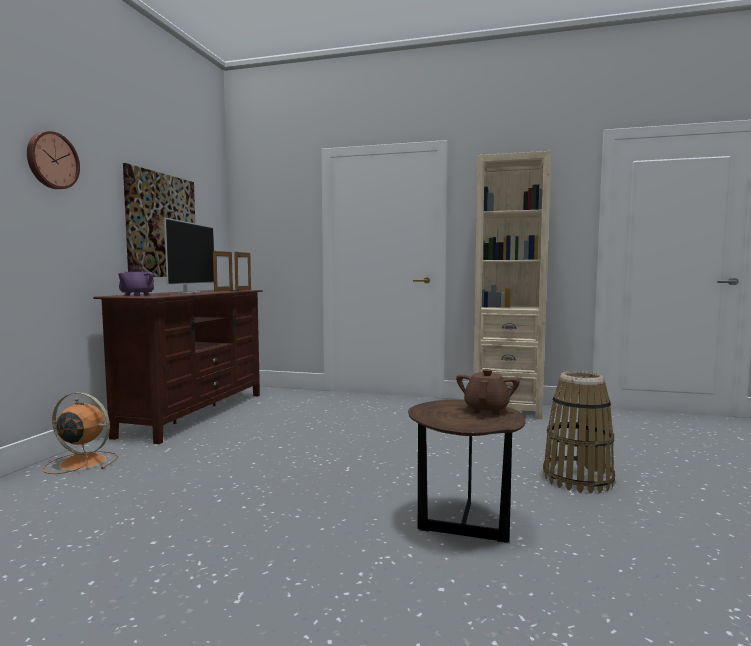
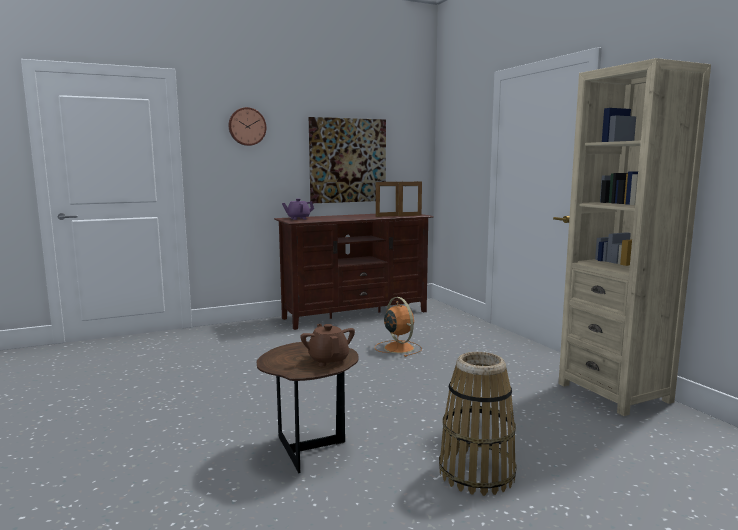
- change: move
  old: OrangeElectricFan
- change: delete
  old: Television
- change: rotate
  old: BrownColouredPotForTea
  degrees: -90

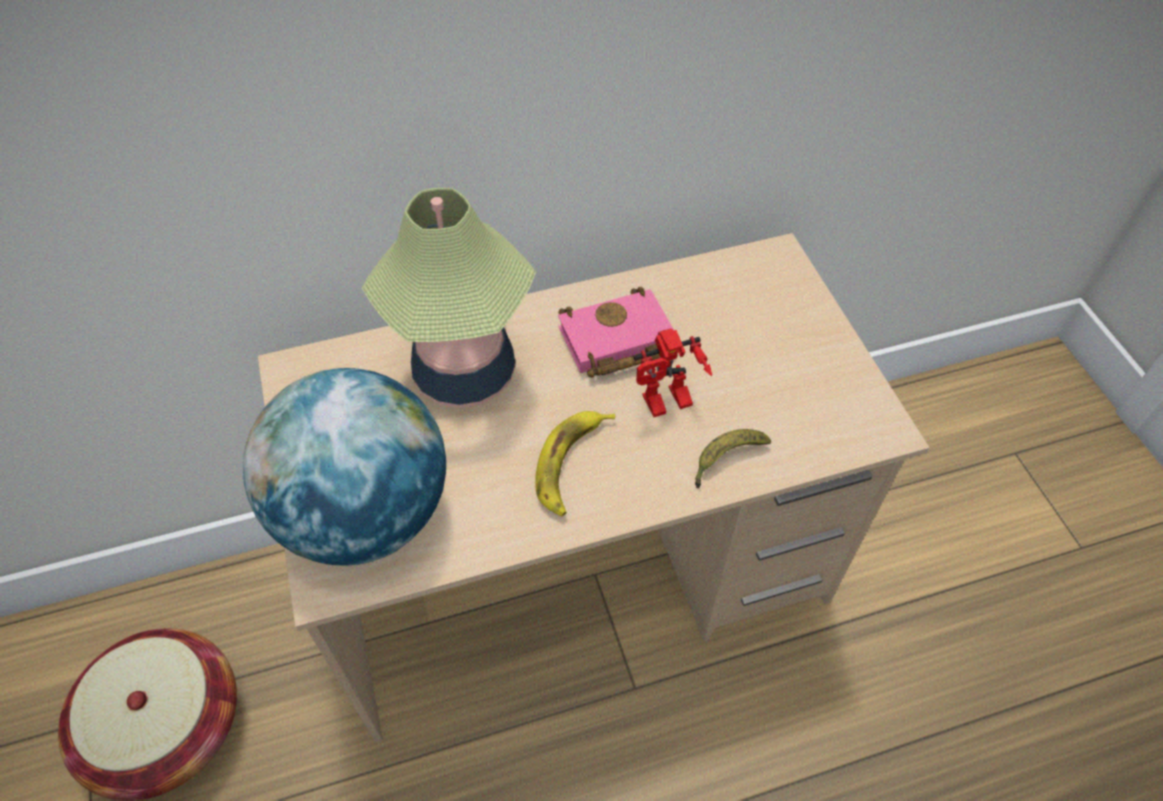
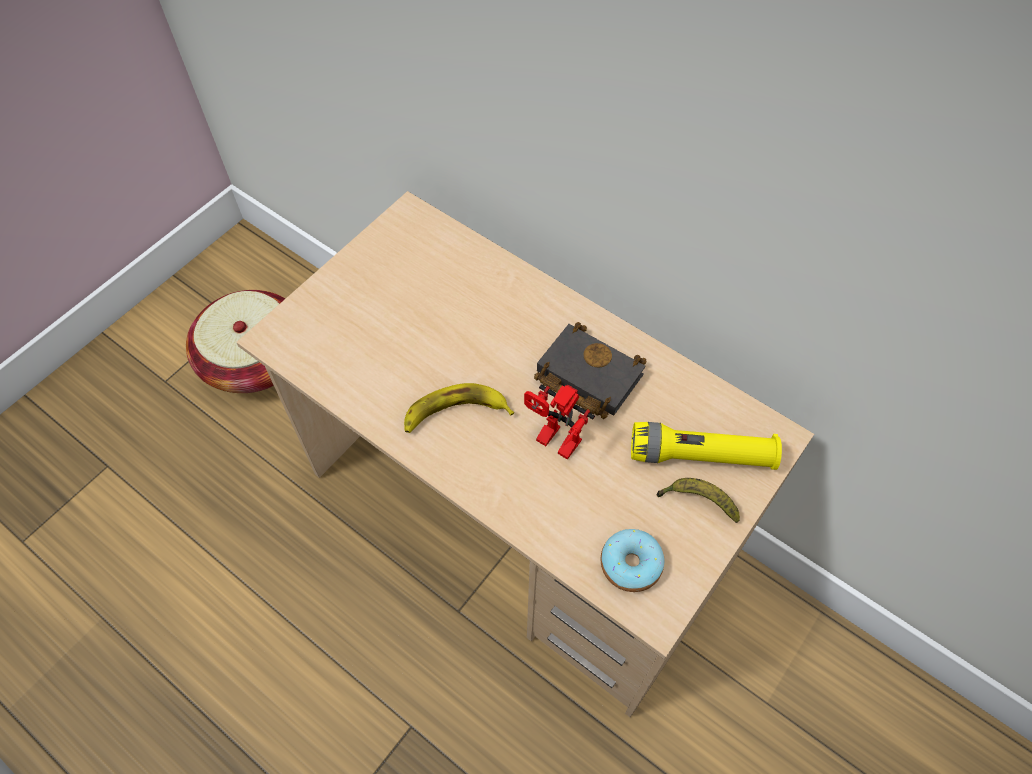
- change: delete
  old: DeskGlobe
- change: delete
  old: TabletopLamp
- change: recolor
  old: PinkishBook
  new: BlackishBook
- change: move
  old: WholeBanana (2nd from left)
- change: insert
  new: Donut
- change: insert
  new: YellowishHandTorch

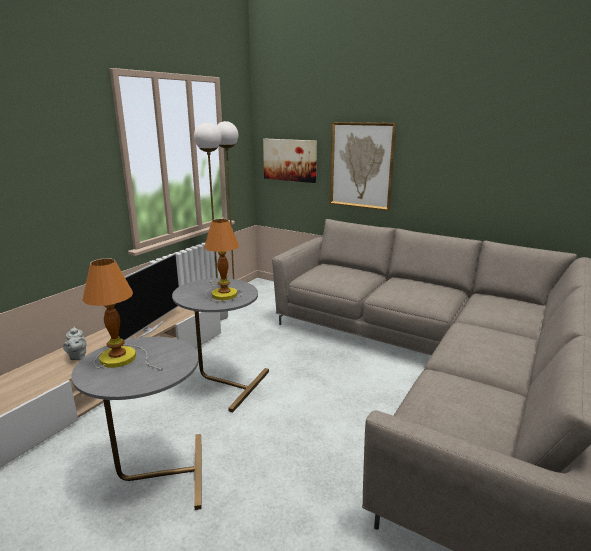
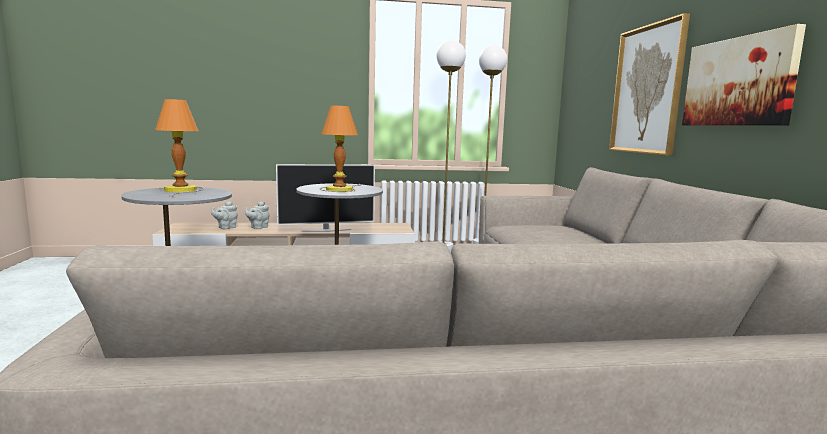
- change: move
  old: Picture (1st from left in the first image)
  new: Picture (2nd from left)
- change: insert
  new: GreyishPotForTea (1st from left)

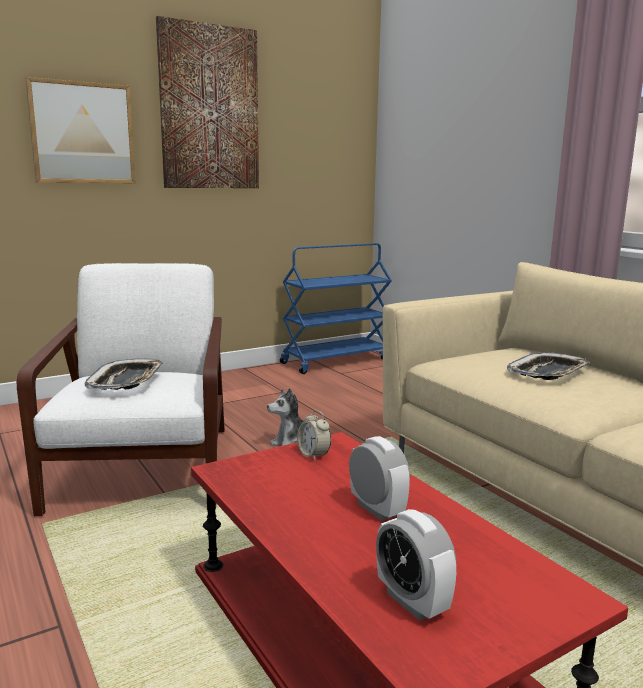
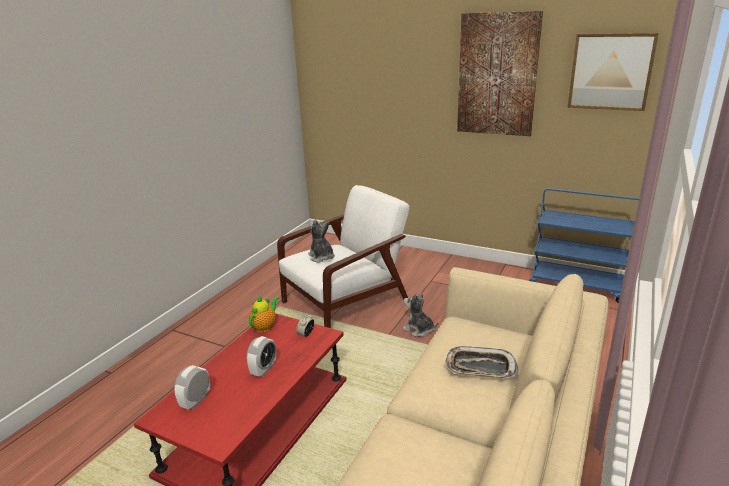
- change: move
  old: Picture (1st from left in the first image)
  new: Picture (2nd from left)
- change: replace
  old: ServingTray (1st from left)
  new: PlushToy (1st from left)
- change: insert
  new: PotForTea

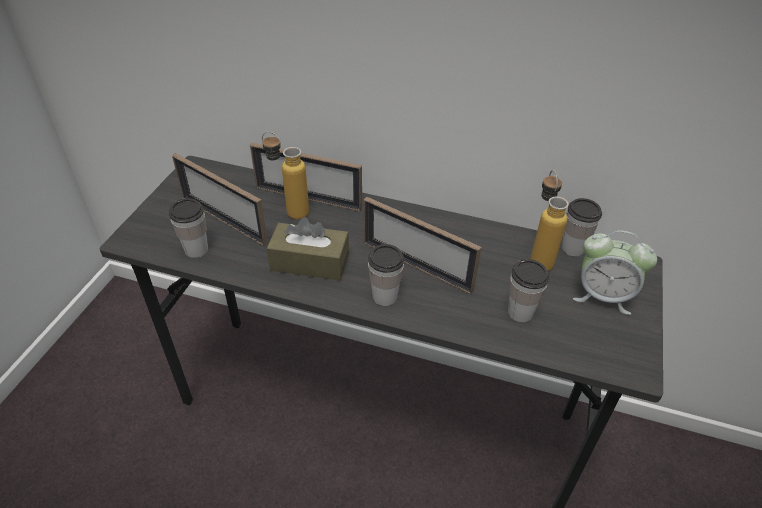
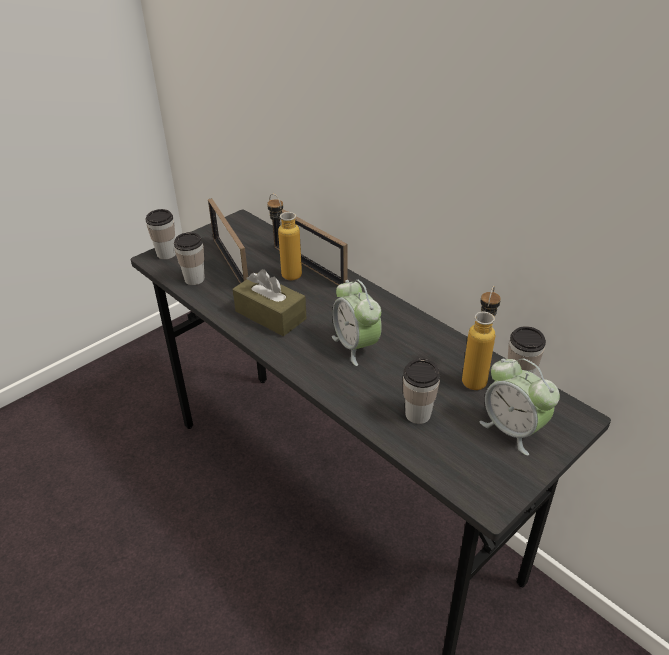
- change: replace
  old: PictureFrame (3rd from left)
  new: TableClock (1st from left)
- change: move
  old: SmallCup (2nd from left in the first image)
  new: SmallCup (1st from left)

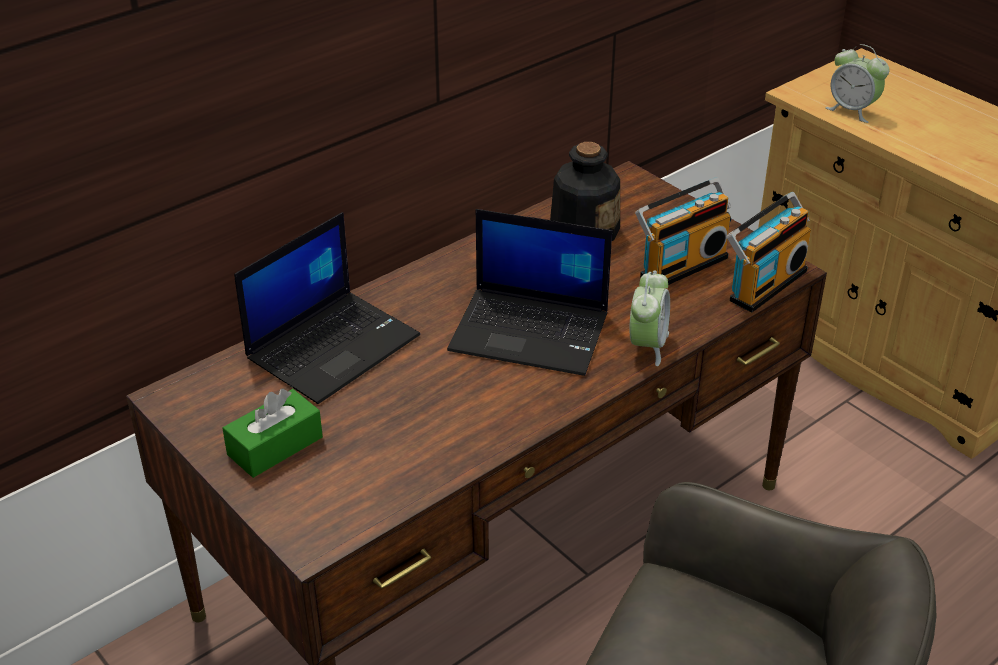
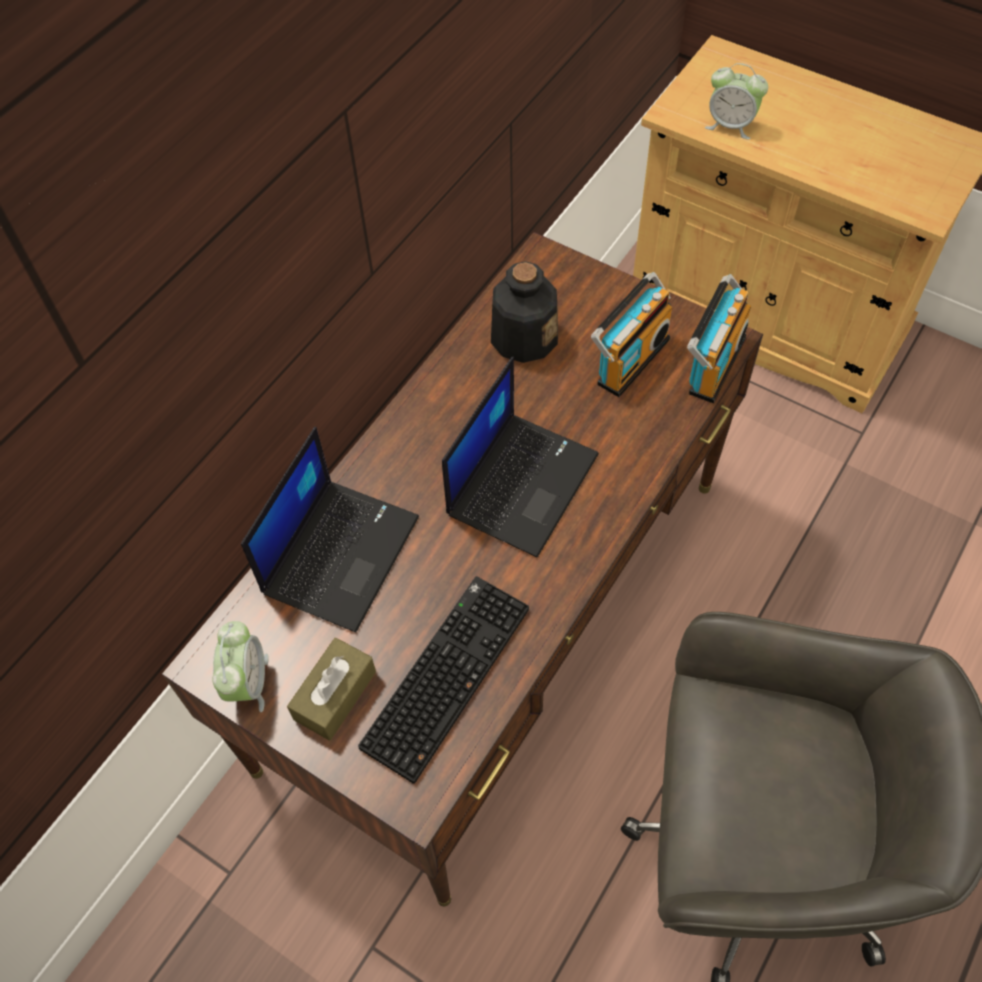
- change: recolor
  old: GreenishBoxOfTissues
  new: BrownColouredBoxOfTissues
- change: rotate
  old: Laptop (2nd from left)
  degrees: -60
- change: move
  old: TableClock (1st from left)
- change: insert
  new: Keyboard

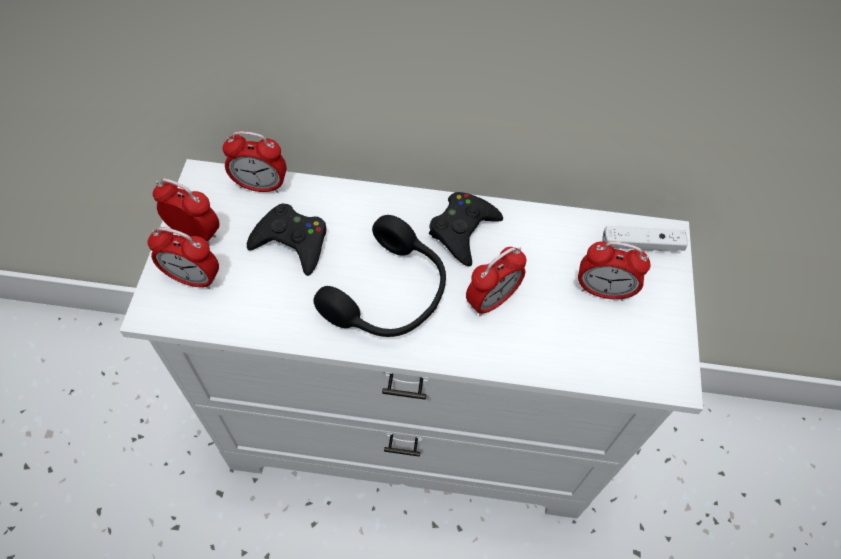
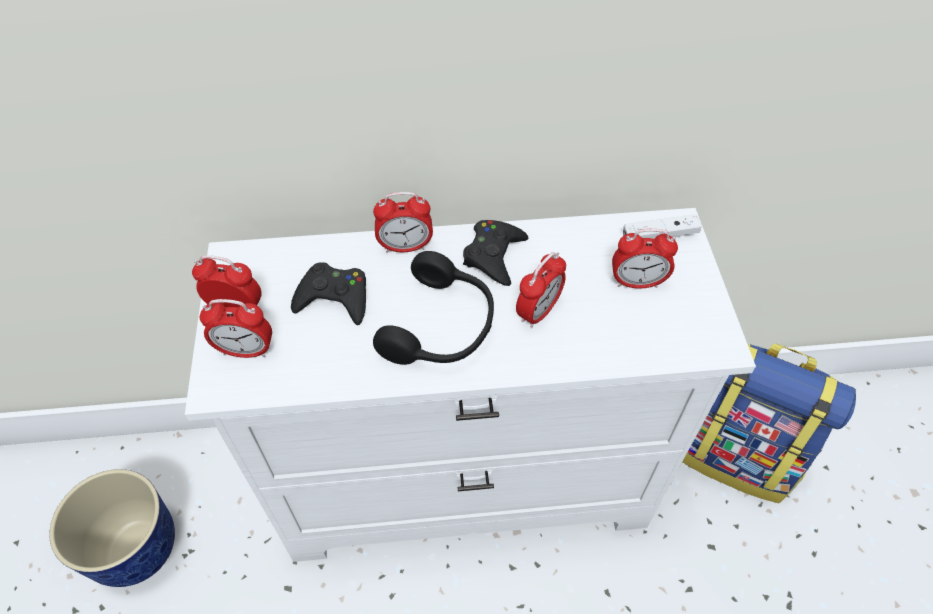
- change: move
  old: TableClock (3rd from left)
- change: insert
  new: Planter
- change: insert
  new: Backpack

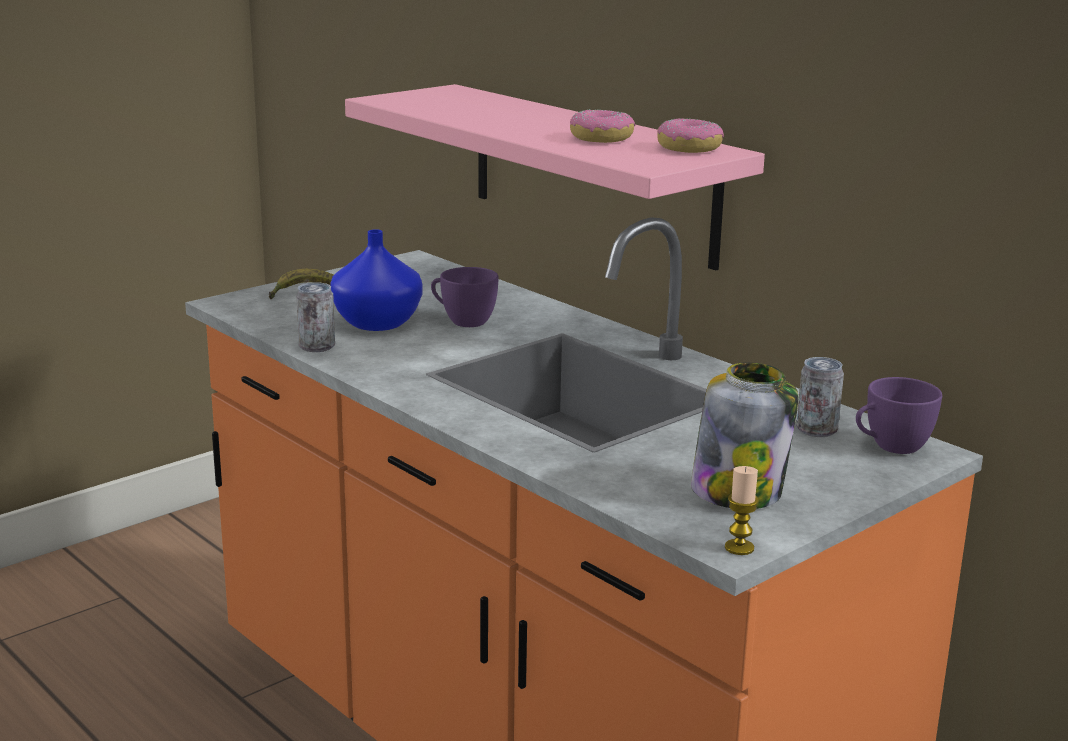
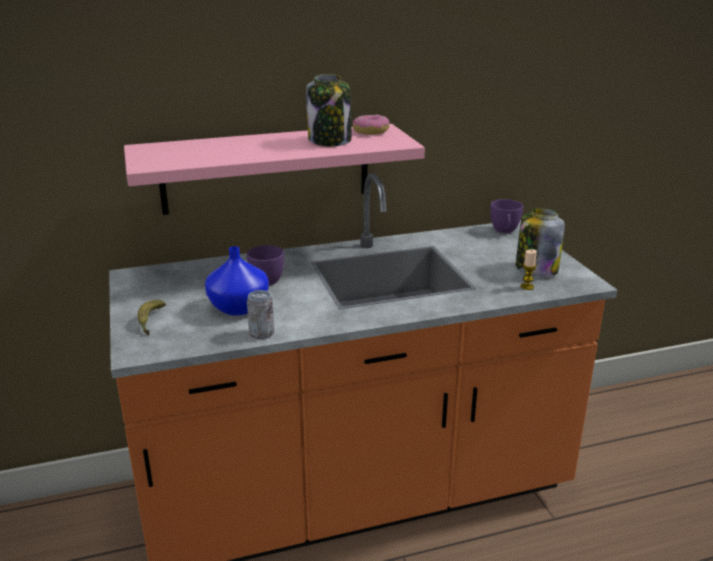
- change: replace
  old: Donut (1st from left)
  new: Jar (1st from left)
- change: move
  old: WaxLight
- change: delete
  old: Can (2nd from left)

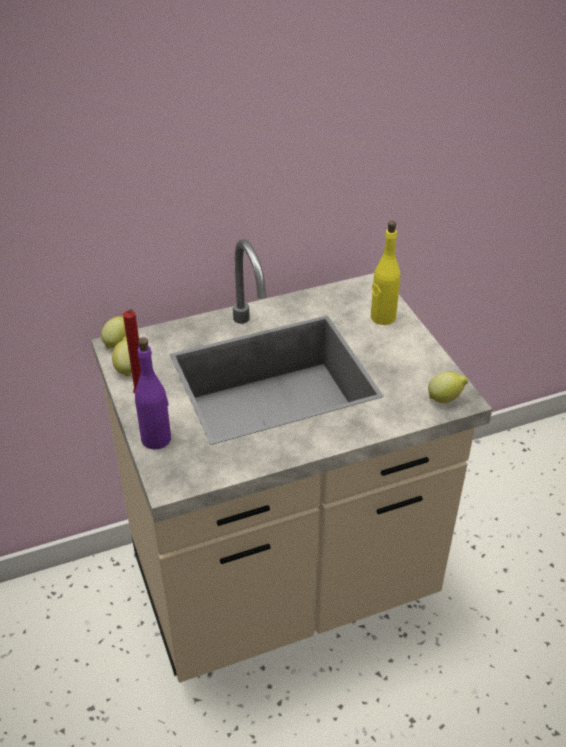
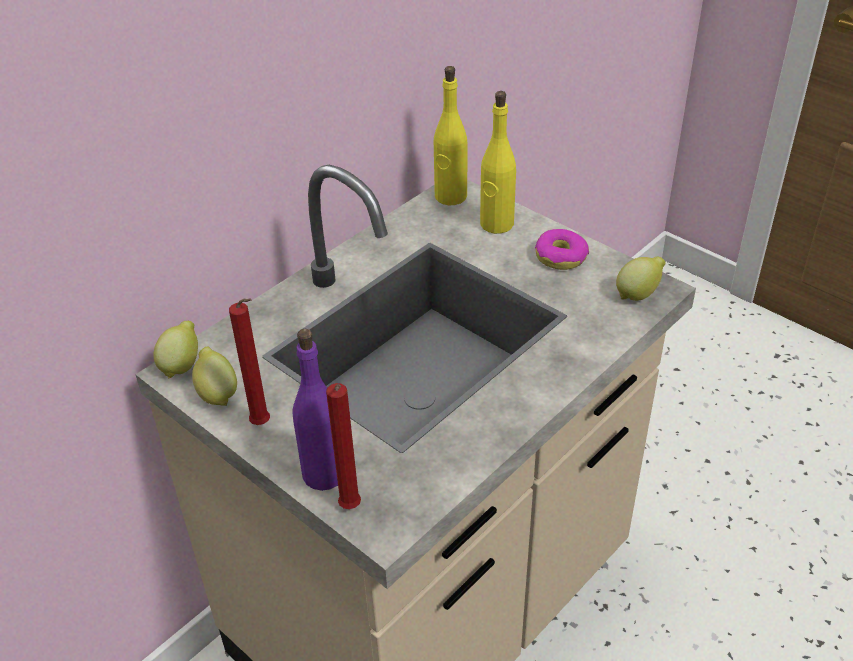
- change: insert
  new: RedWaxLight (2nd from left)
- change: insert
  new: YellowishBottle (1st from left)
- change: insert
  new: Donut

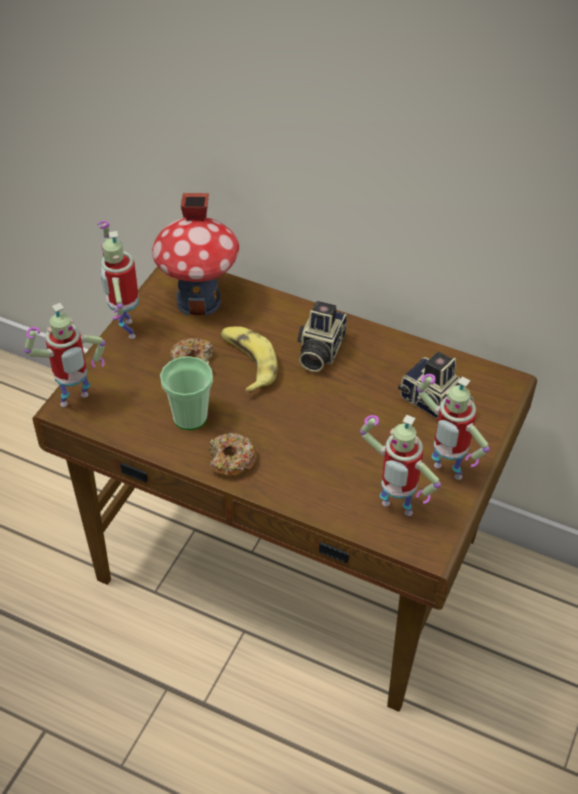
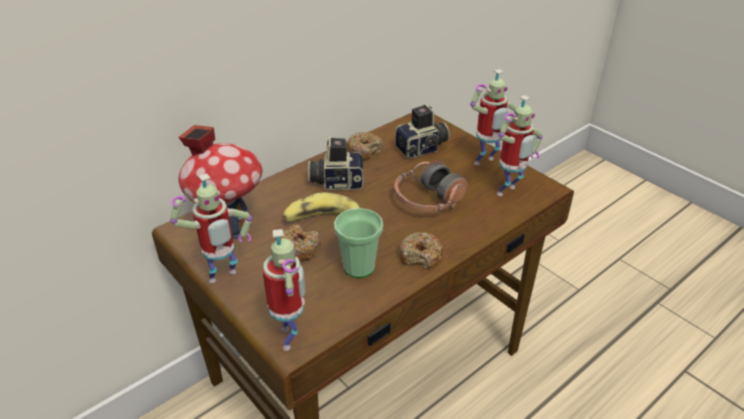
- change: rotate
  old: RobotFigure (2nd from left in the first image)
  degrees: -45
- change: rotate
  old: StillCamera (1st from left)
  degrees: 135
- change: insert
  new: Donut (2nd from left)
- change: insert
  new: PairOfHeadphones

